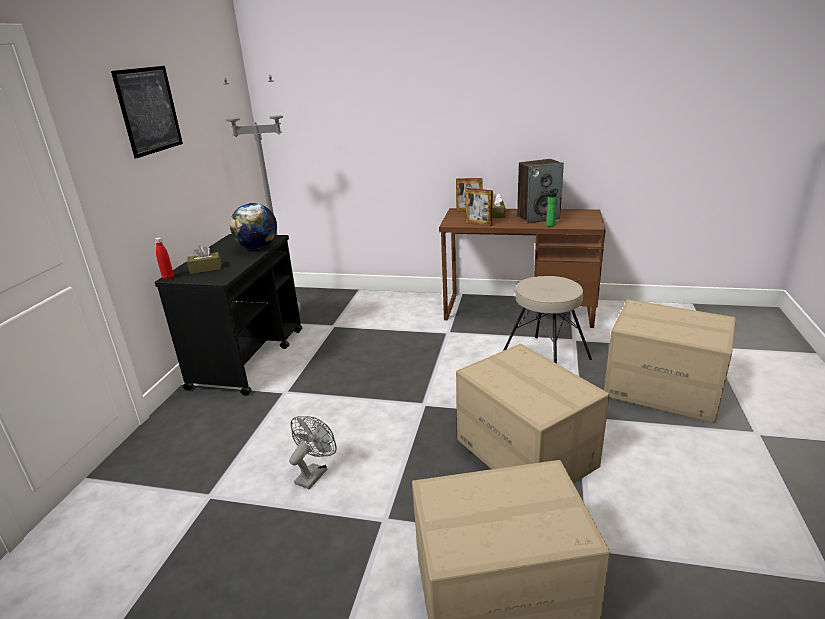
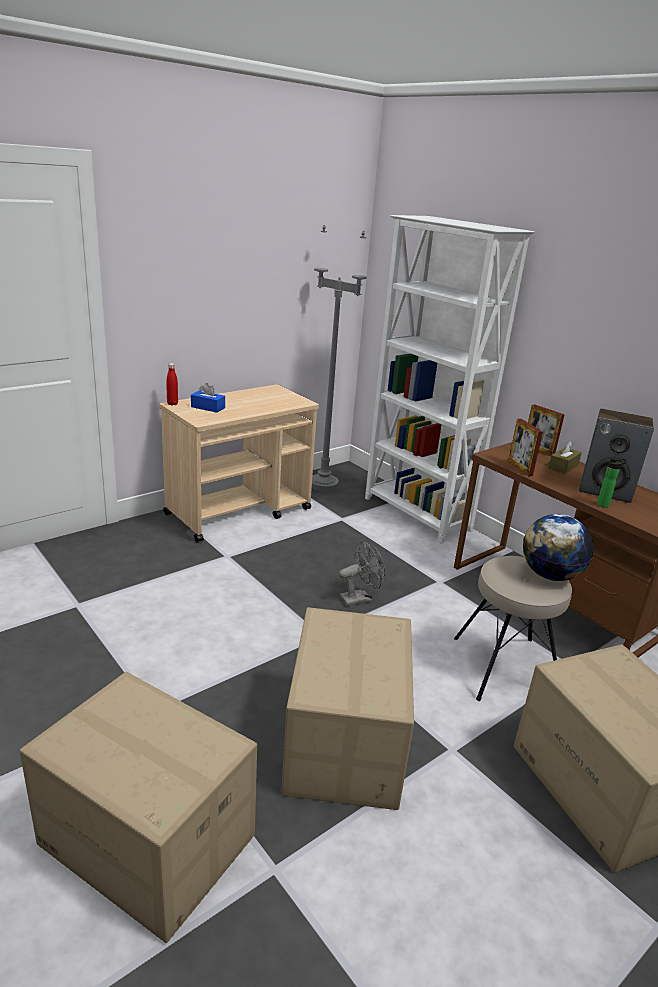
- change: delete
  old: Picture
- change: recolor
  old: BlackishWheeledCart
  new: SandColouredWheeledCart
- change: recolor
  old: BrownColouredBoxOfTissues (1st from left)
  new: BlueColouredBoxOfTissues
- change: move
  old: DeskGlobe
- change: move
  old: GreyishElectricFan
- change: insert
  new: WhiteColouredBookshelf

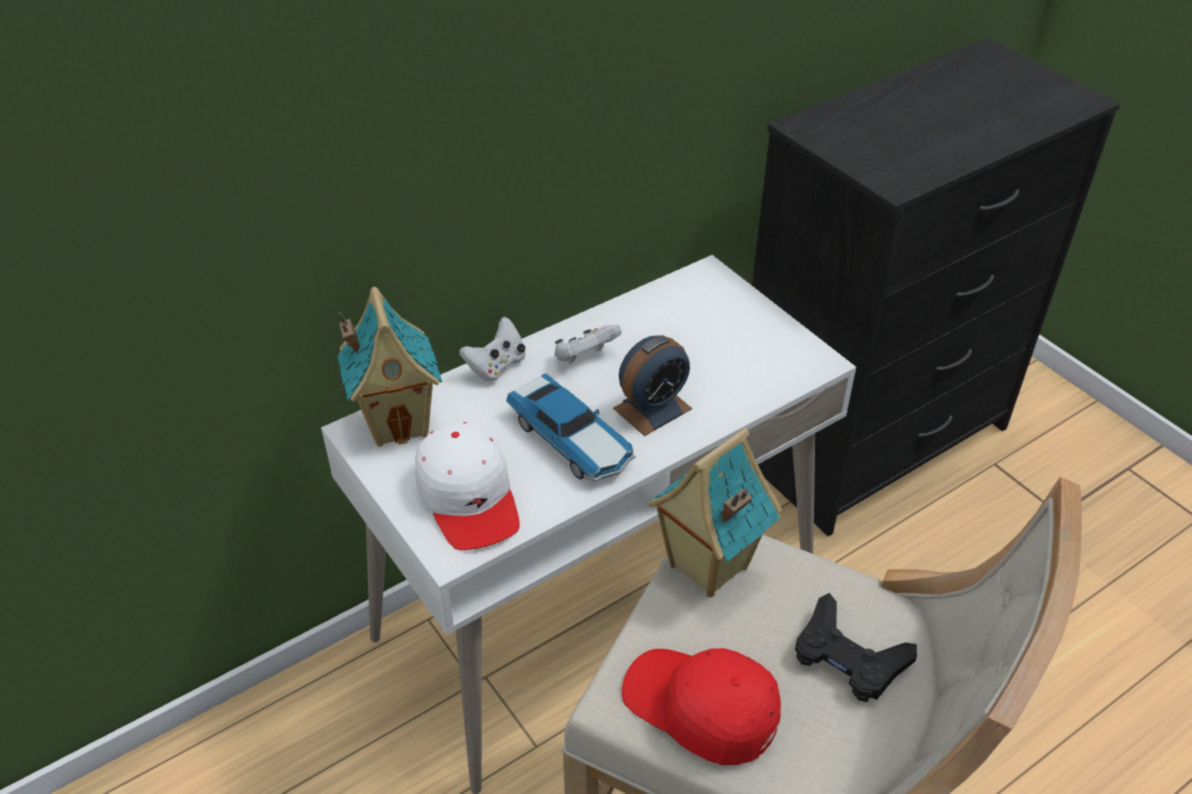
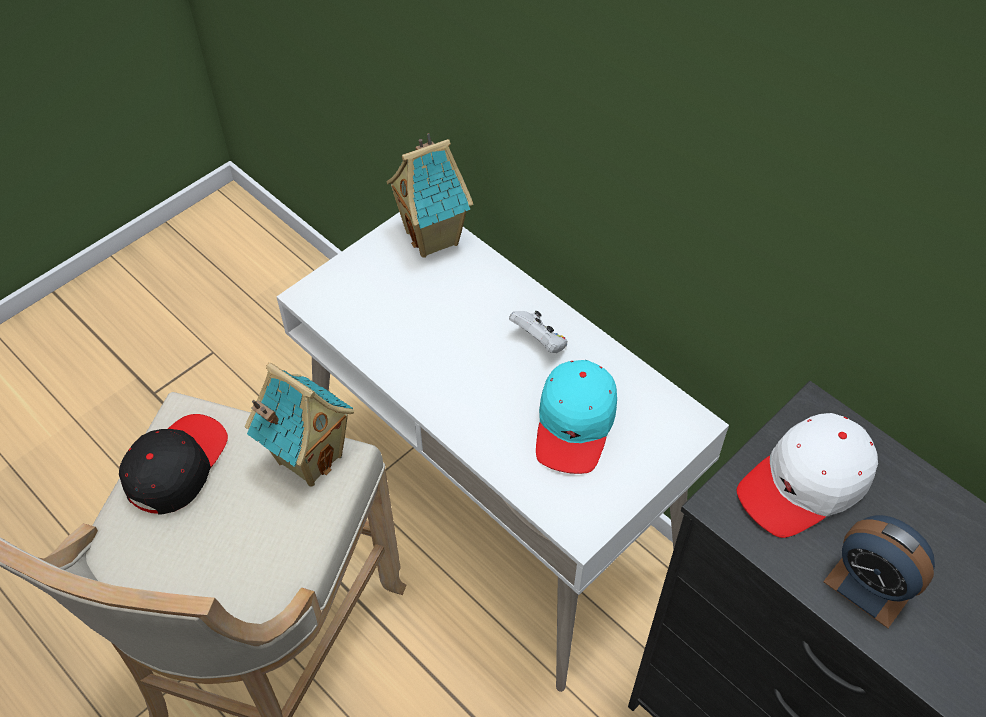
- change: move
  old: WhiteColouredBaseballCap
- change: delete
  old: WhiteColouredGameController (1st from left)
- change: delete
  old: ModelCar
- change: move
  old: TableClock
- change: recolor
  old: RedBaseballCap
  new: BlackishBaseballCap
- change: delete
  old: BlackishGameController
- change: insert
  new: BlueGreenBaseballCap

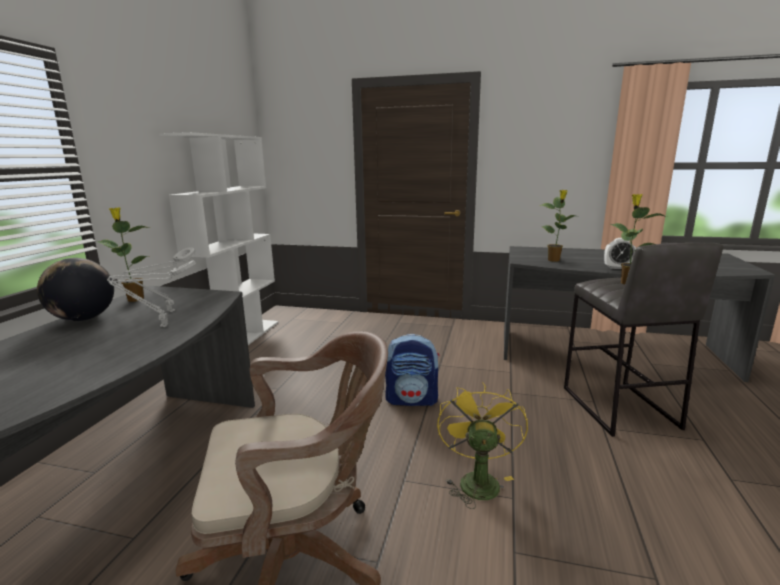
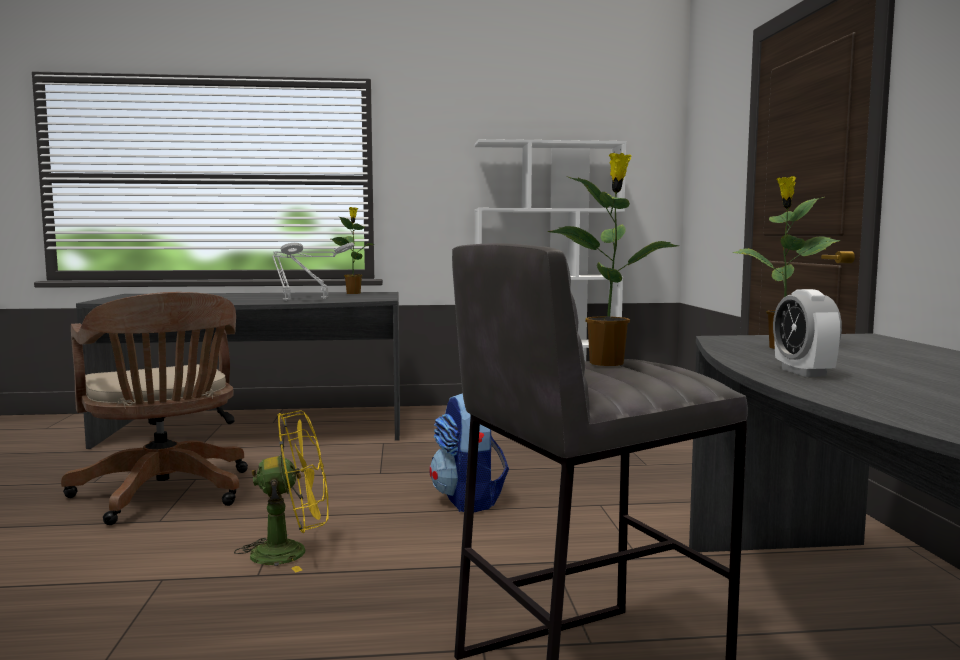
- change: delete
  old: DeskGlobe

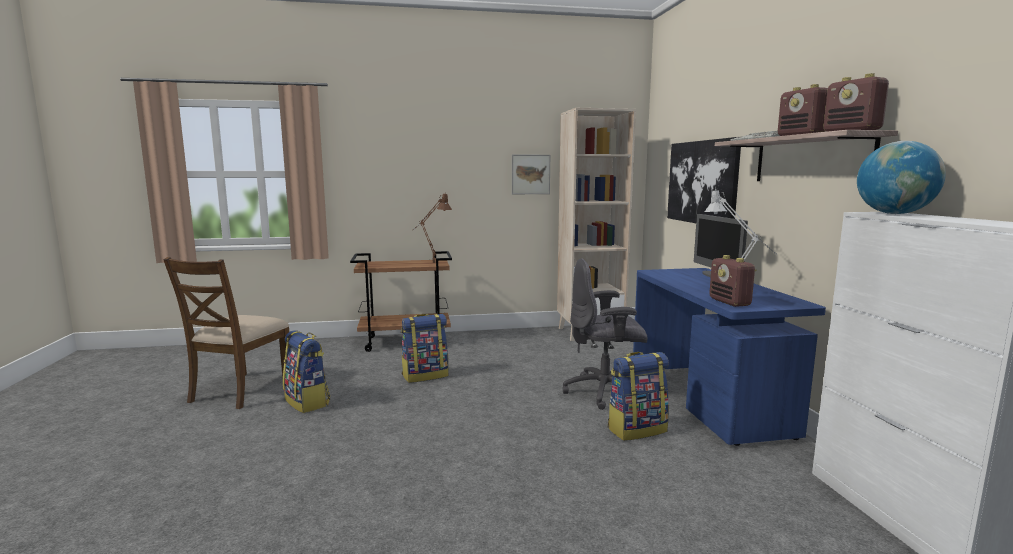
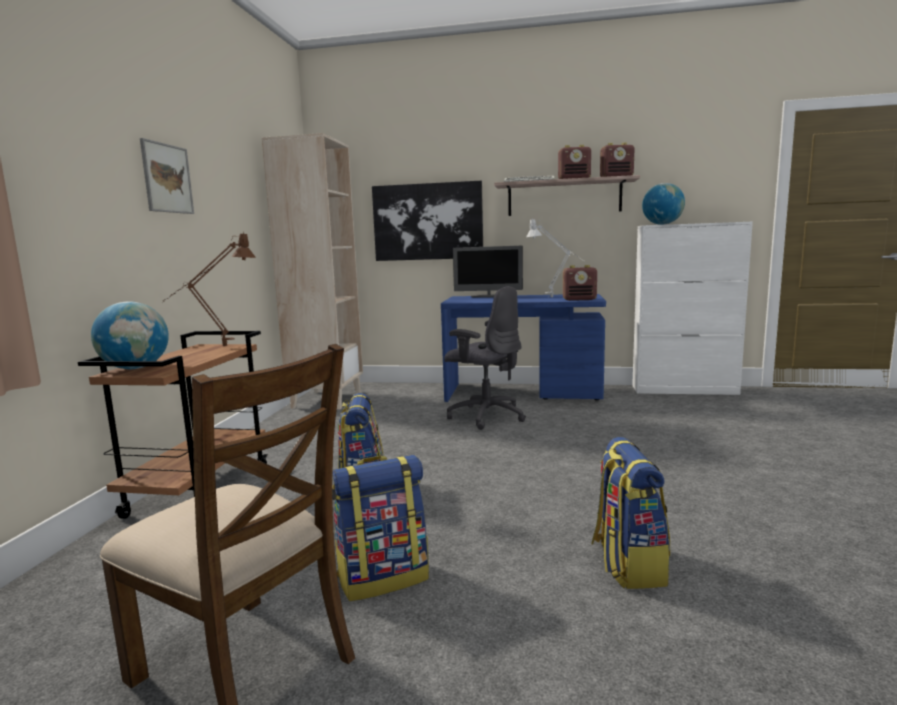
- change: move
  old: Picture (1st from left)
- change: rotate
  old: GreyishComputerChair
  degrees: -75
- change: move
  old: Backpack (3rd from left)
- change: insert
  new: DeskGlobe (1st from left)

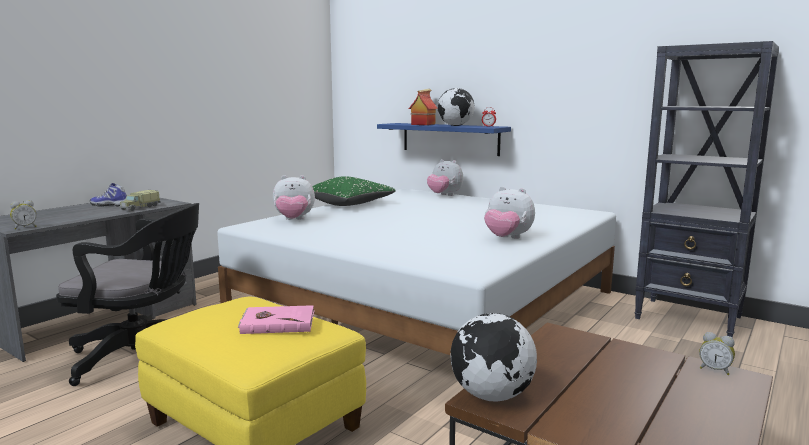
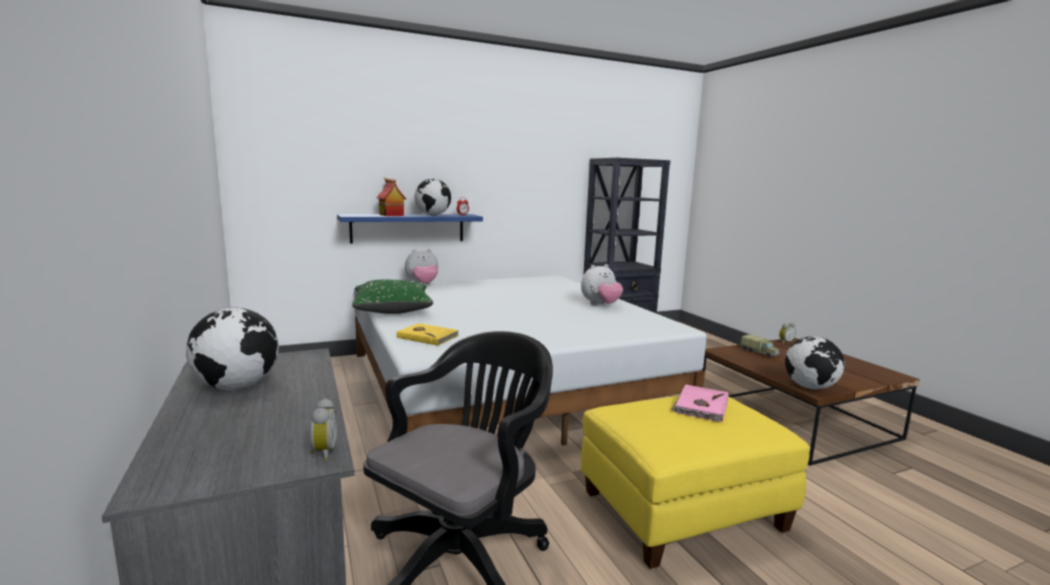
- change: replace
  old: LowShoe
  new: DeskGlobe (1st from left)
- change: move
  old: ToyTruck
- change: replace
  old: PlushToy (1st from left)
  new: YellowishBook

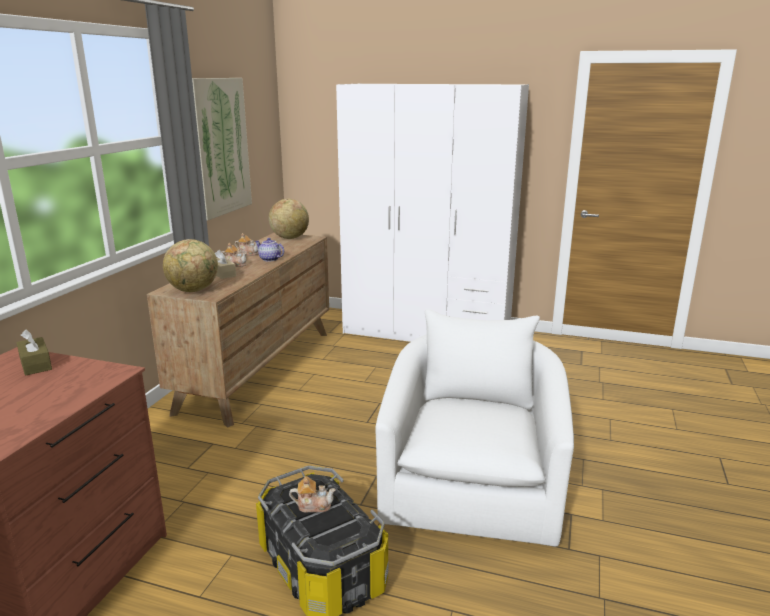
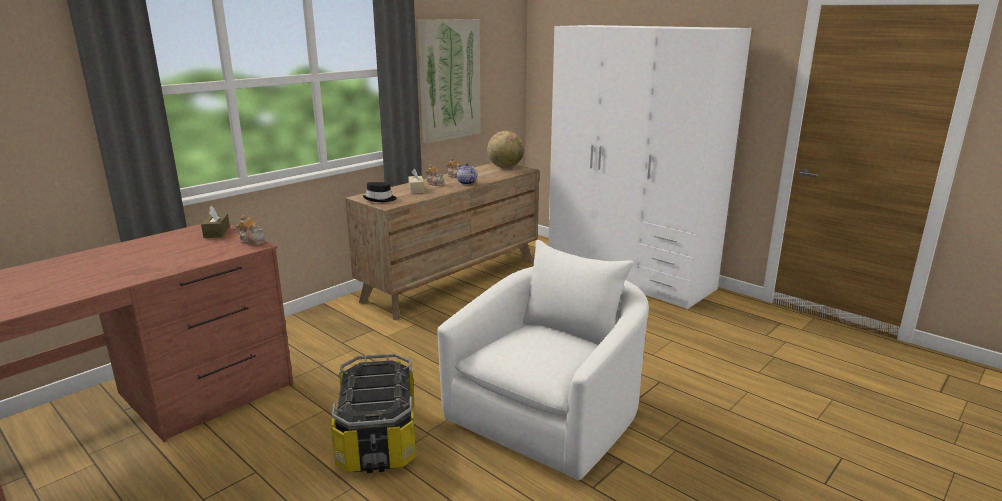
- change: replace
  old: DeskGlobe (1st from left)
  new: BlackishClothingHat
- change: move
  old: PotForTea (4th from left in the first image)
  new: PotForTea (1st from left)

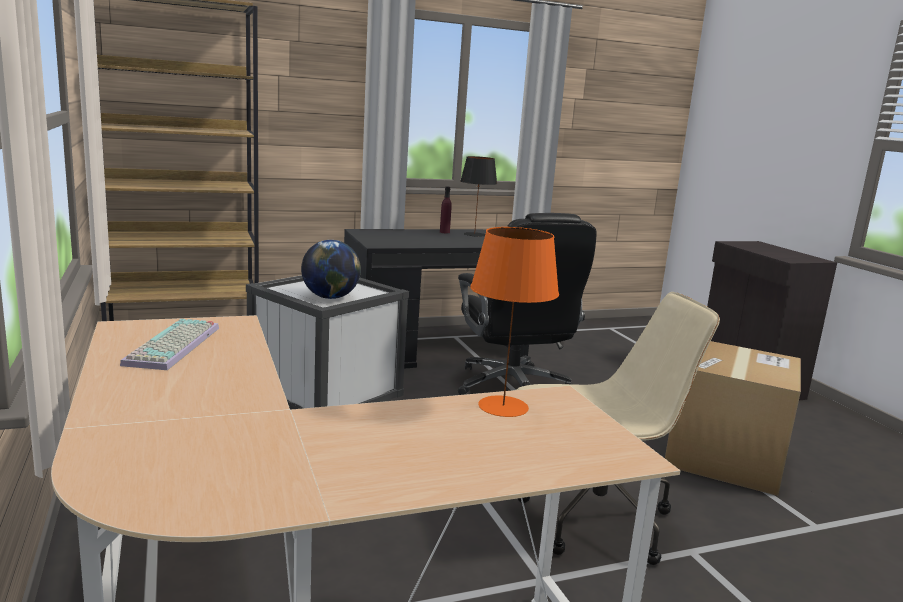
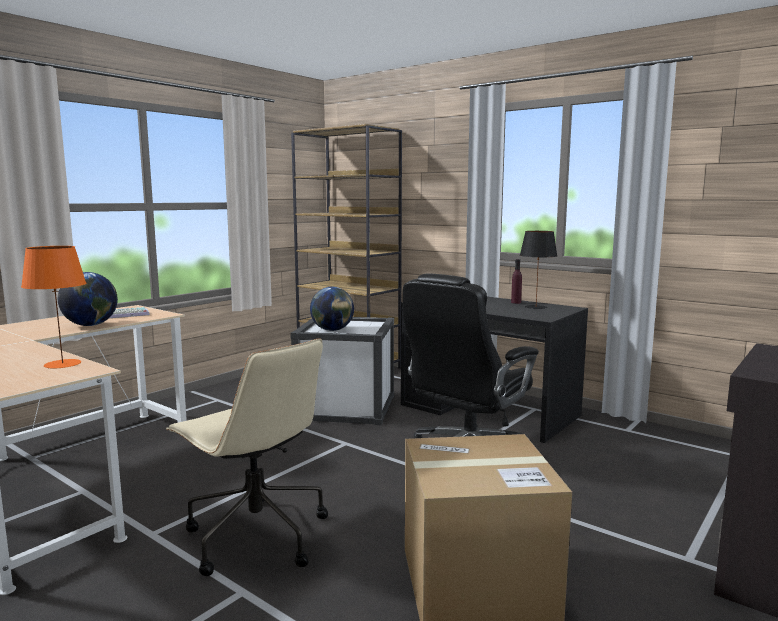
- change: insert
  new: DeskGlobe (1st from left)

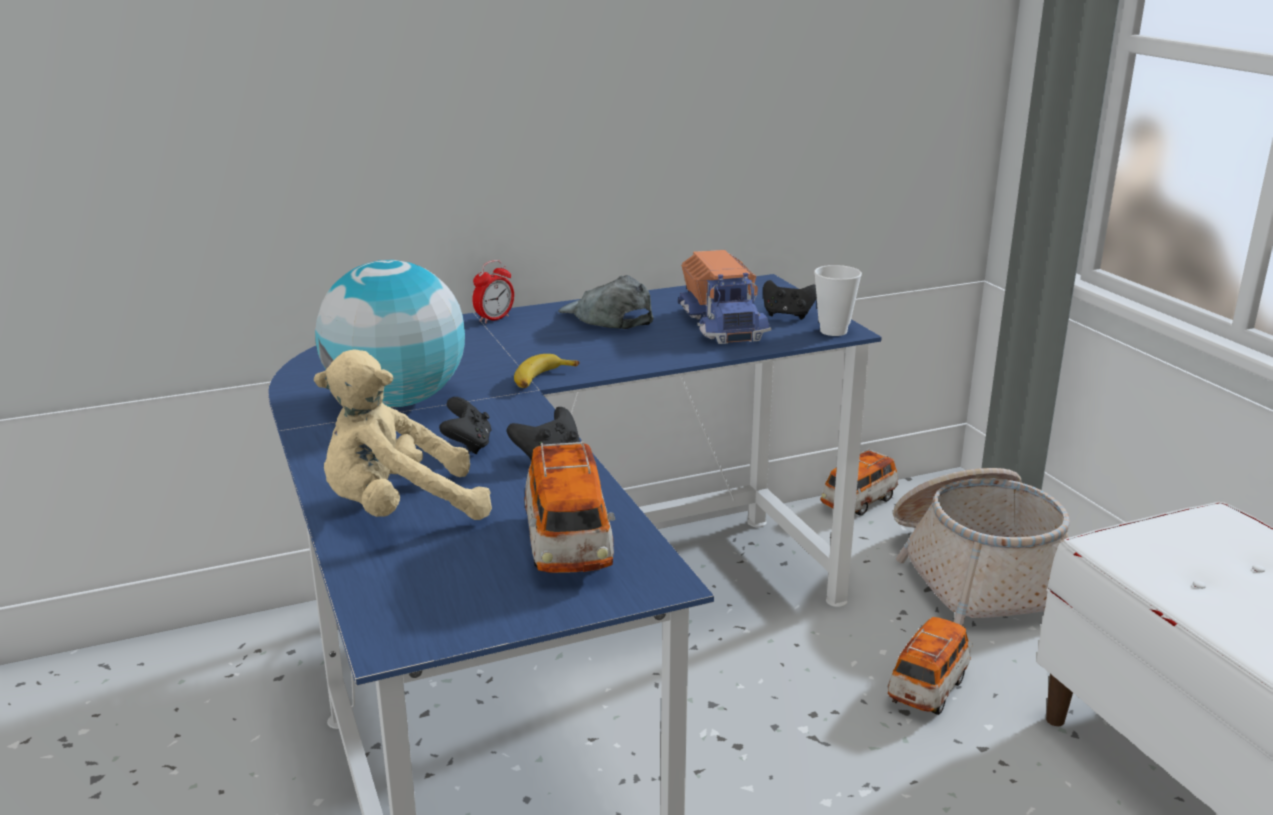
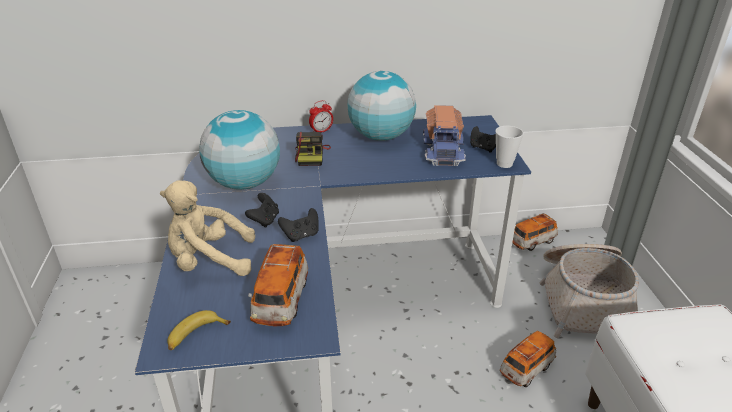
- change: move
  old: WholeBanana
- change: replace
  old: GreyishBaseballCap
  new: DeskGlobe (2nd from left)
- change: insert
  new: StillCamera

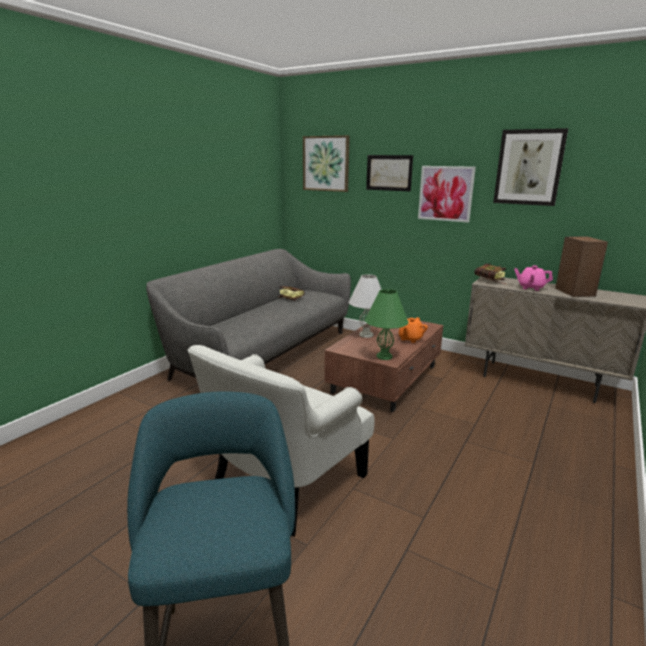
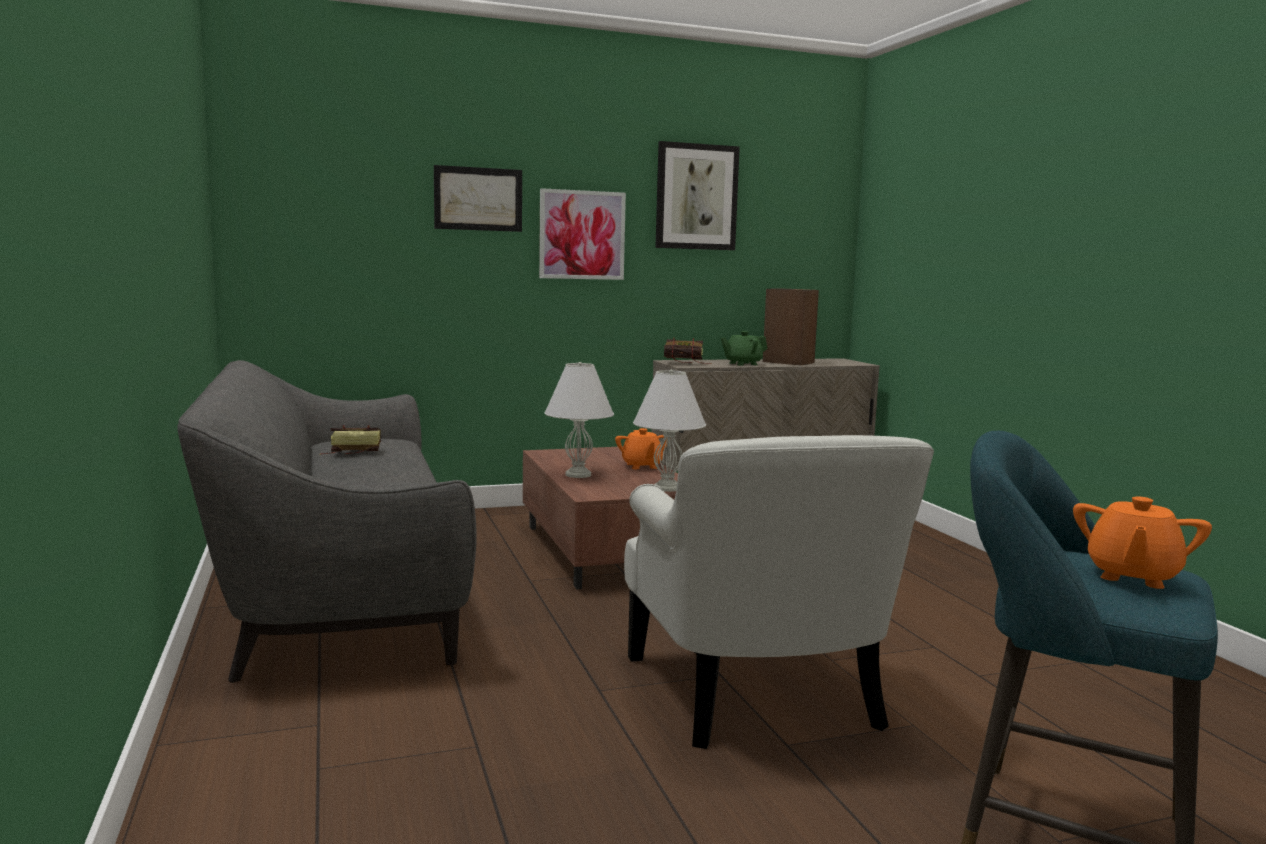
- change: delete
  old: Picture (1st from left)
- change: recolor
  old: GreenishTabletopLamp
  new: WhiteColouredTabletopLamp (2nd from left)
- change: recolor
  old: PinkishPotForTea
  new: GreenishPotForTea
- change: insert
  new: OrangePotForTea (2nd from left)

